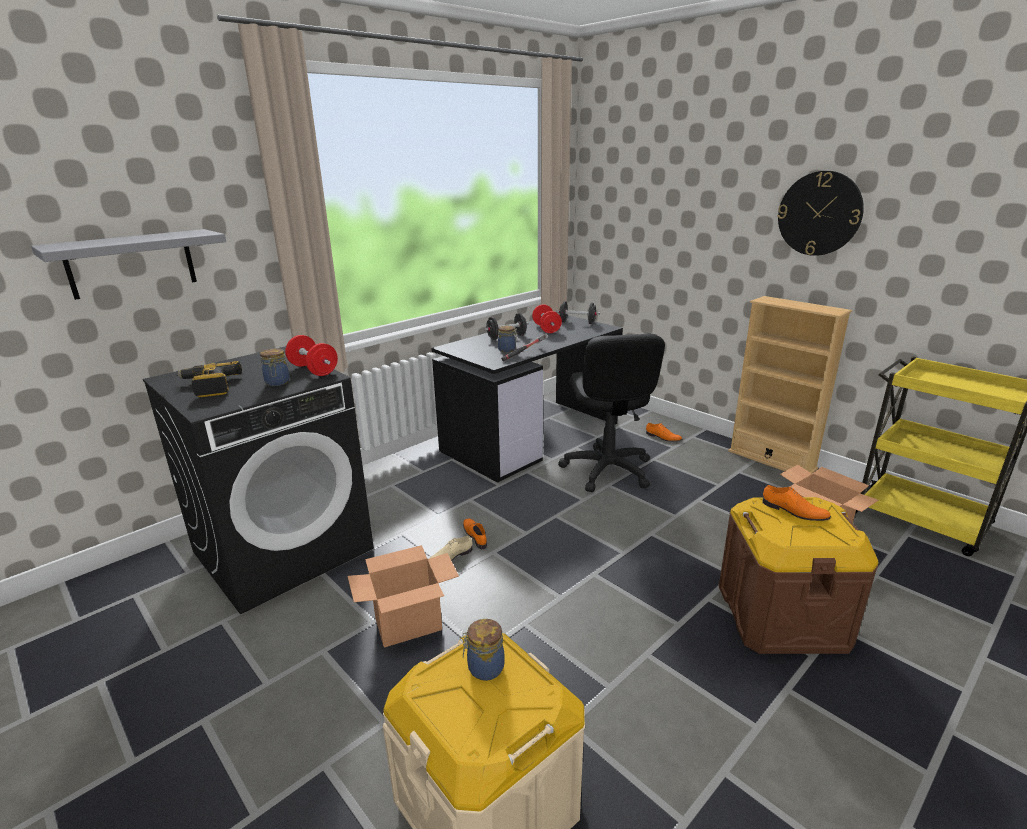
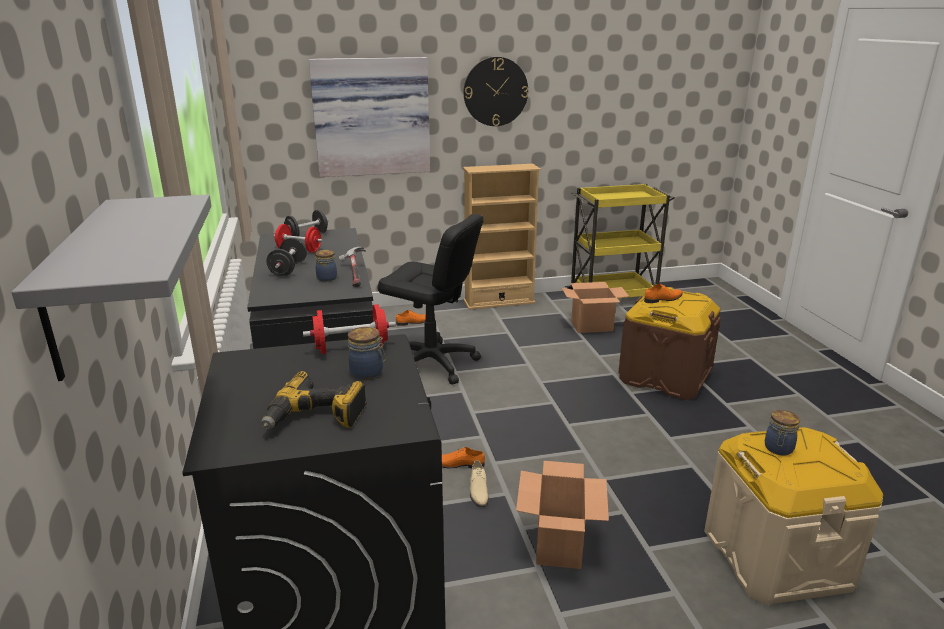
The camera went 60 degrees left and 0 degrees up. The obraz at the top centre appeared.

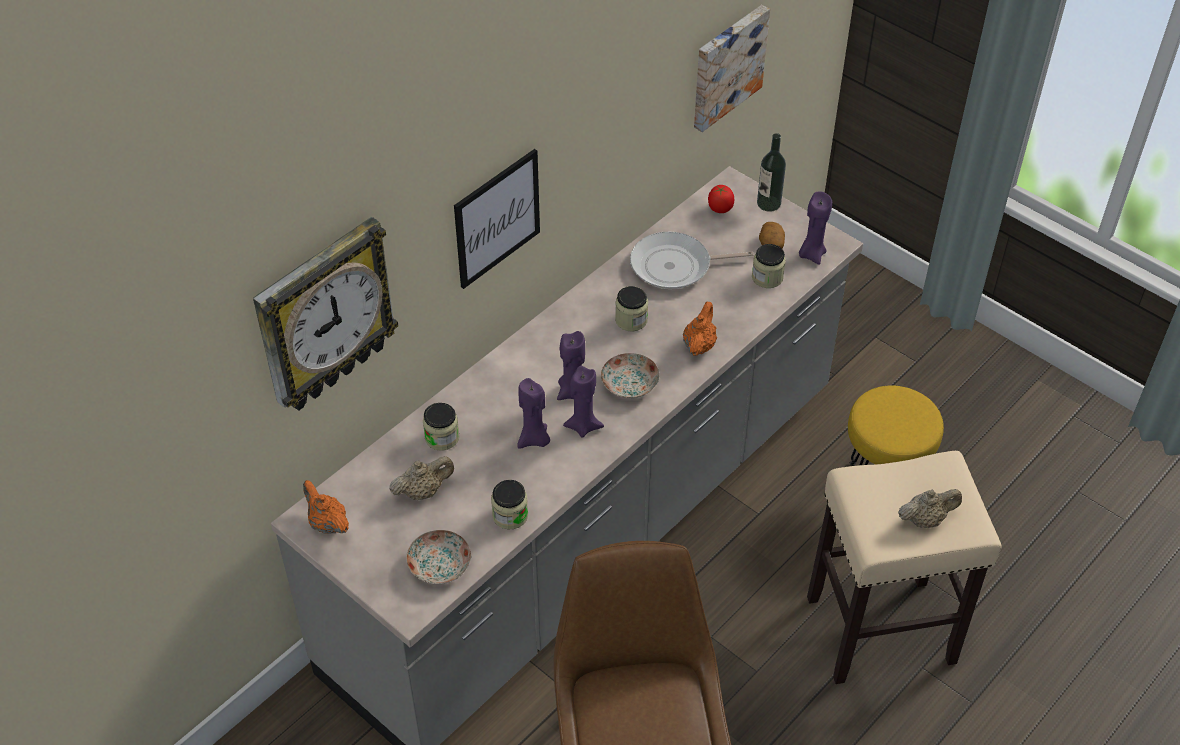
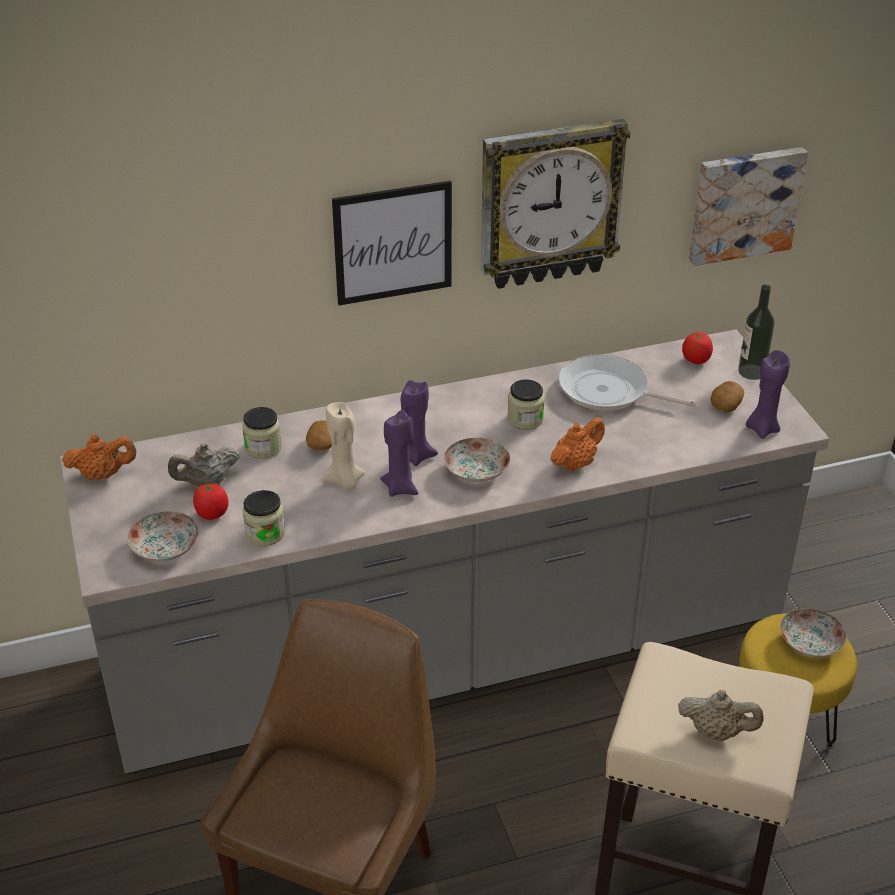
The camera went 30 degrees right and 10 degrees down. The imbryk (pomarańczowy) (1st from left) at the bottom left turned 90 degrees clockwise. The imbryk (beżowy) (1st from left) at the centre turned 150 degrees clockwise. The pomidor (1st from left) at the middle left appeared. The ziemniak (1st from left) at the centre appeared. The świeca (fioletowy) (1st from left) at the centre became the świeca (beżowy) at the centre. The zegar ścienny moved from the middle left to the top centre. The talerz (3rd from left) at the bottom right appeared. The słoik (4th from left) at the centre disappeared.

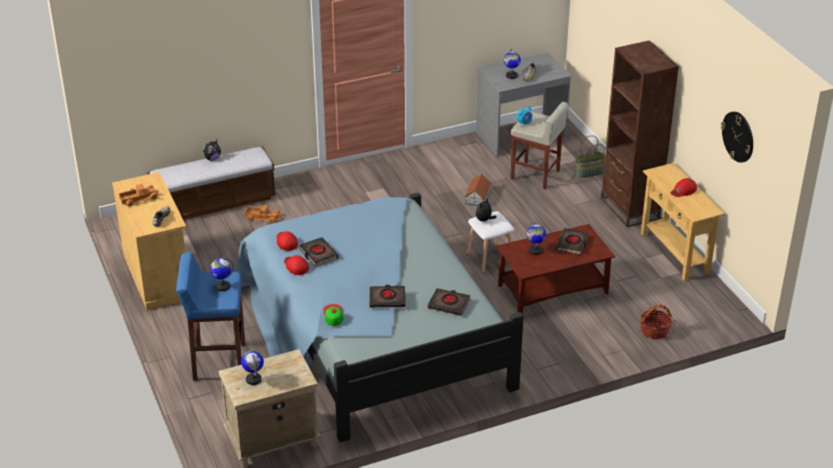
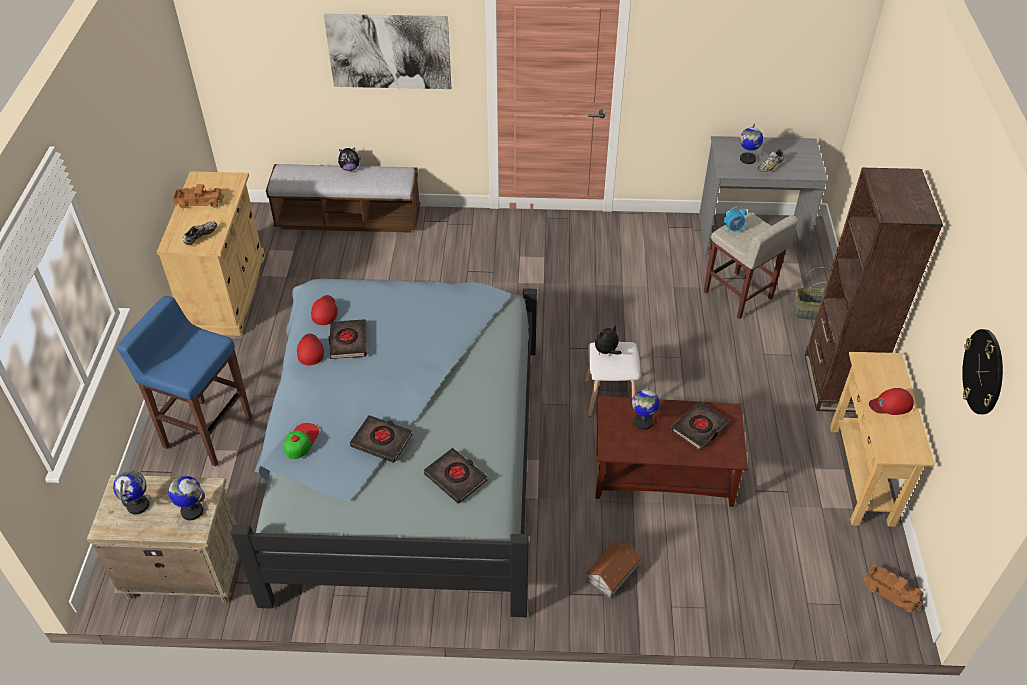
The camera went 25 degrees right and 10 degrees up. The globus (1st from left in the first image) moved from the middle left to the bottom left. The obraz at the top centre appeared. The domek moved from the centre to the bottom centre. The ciężarówka zabawkowa (2nd from left) moved from the middle left to the bottom right. The koszyk (2nd from left) at the bottom right disappeared.

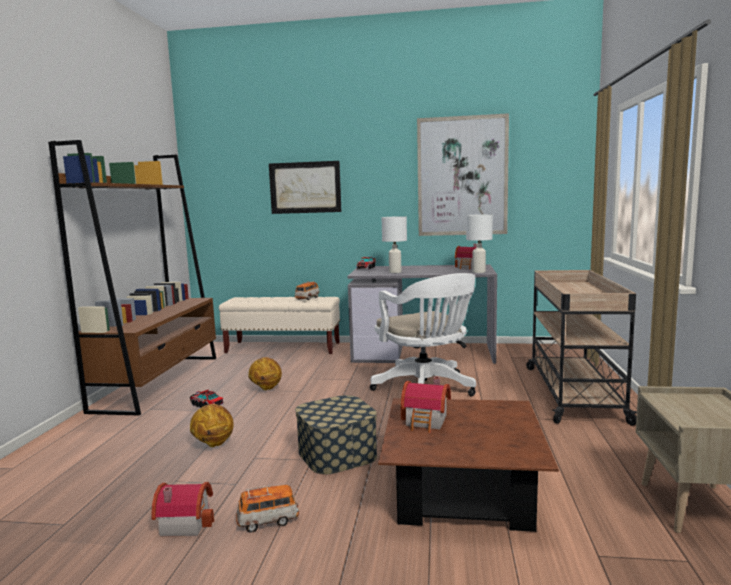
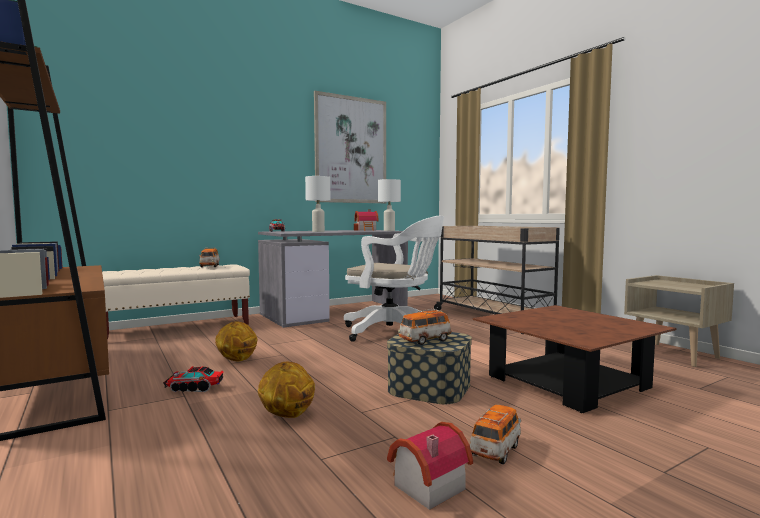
The camera went 40 degrees left and 5 degrees down. The samochodzik (2nd from left) at the centre appeared. The obraz (1st from left) at the top centre disappeared. The domek (2nd from left) at the bottom centre disappeared.

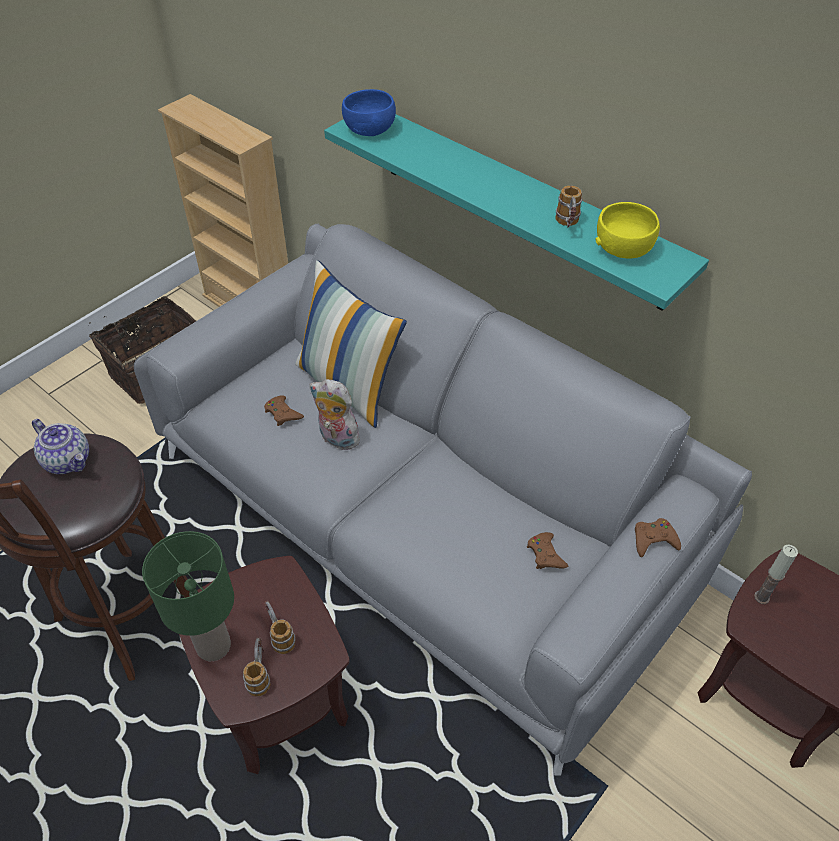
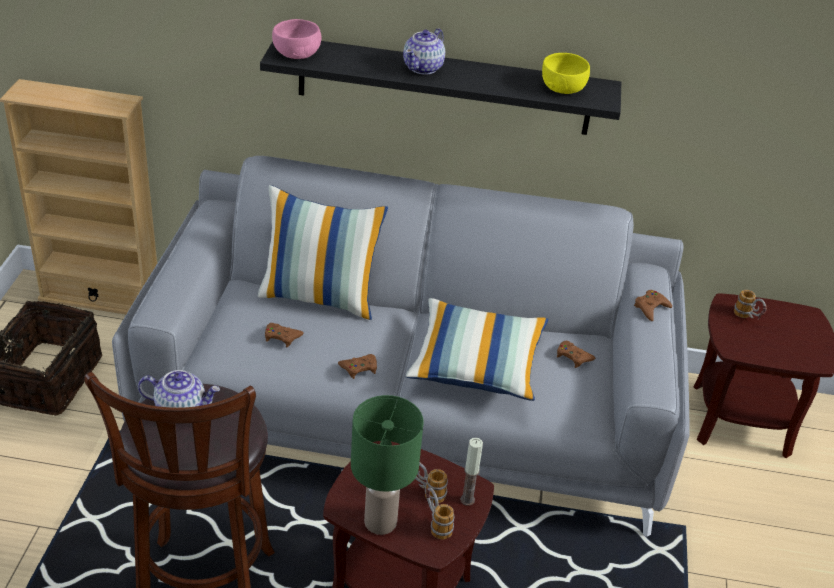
The camera went 35 degrees left and 10 degrees down. The półka (turkusowy) at the top centre became the półka (czarny) at the top centre. The miska (niebieski) at the top centre became the miska (różowy) at the top centre. The pad do gier (brązowy) (2nd from left) at the centre appeared. The imbryk (2nd from left) at the top centre appeared. The poduszka (2nd from left) at the centre appeared. The świeca moved from the bottom right to the bottom centre. The kubek (3rd from left) moved from the top right to the middle right. The pluszak at the centre disappeared.

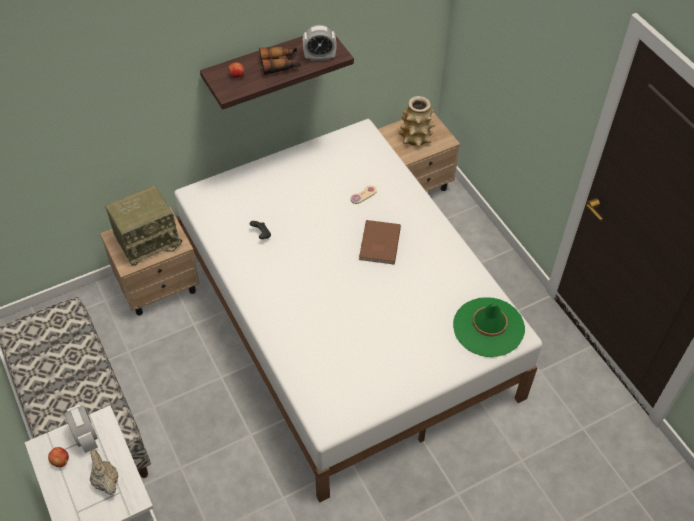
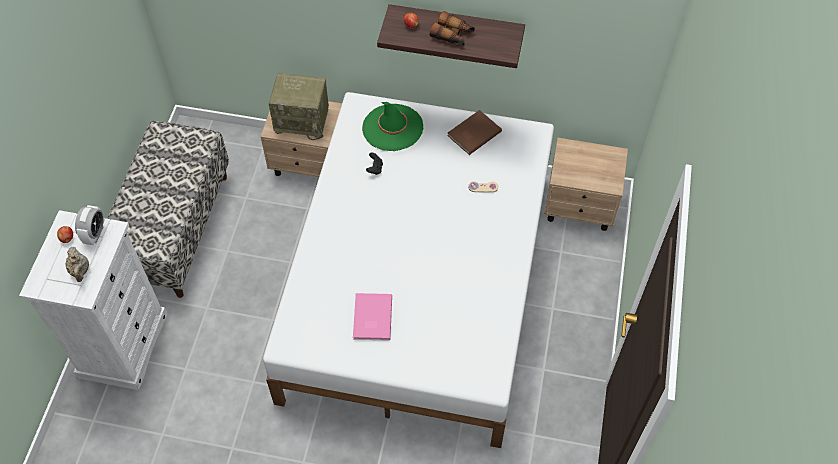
The camera went 40 degrees right and 5 degrees up. The imbryk (beżowy) at the bottom left turned 150 degrees clockwise. The książka (różowy) at the bottom centre appeared. The kapelusz (zielony) moved from the middle right to the top centre. The książka (brązowy) moved from the centre to the top centre. The budzik (2nd from left) at the top centre disappeared. The wazon at the top centre disappeared.

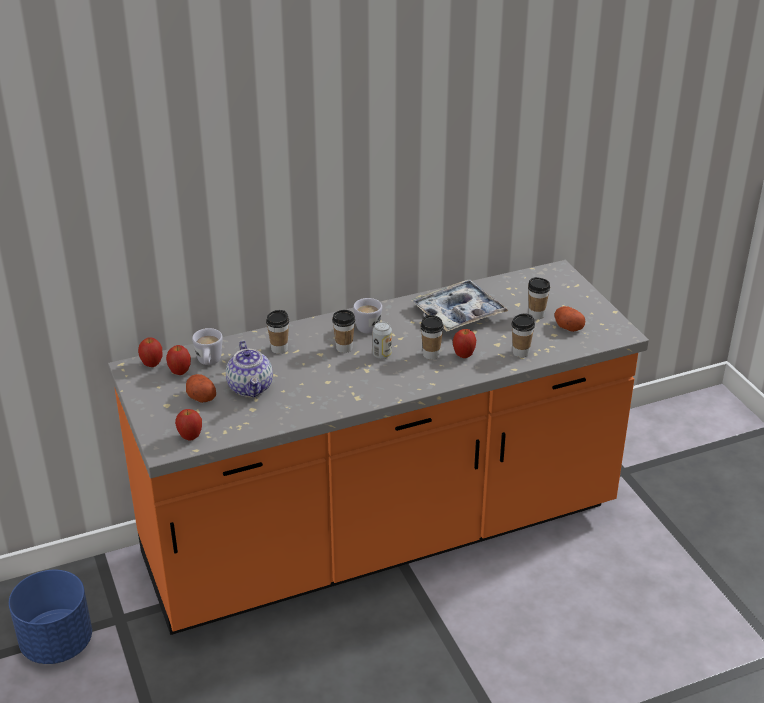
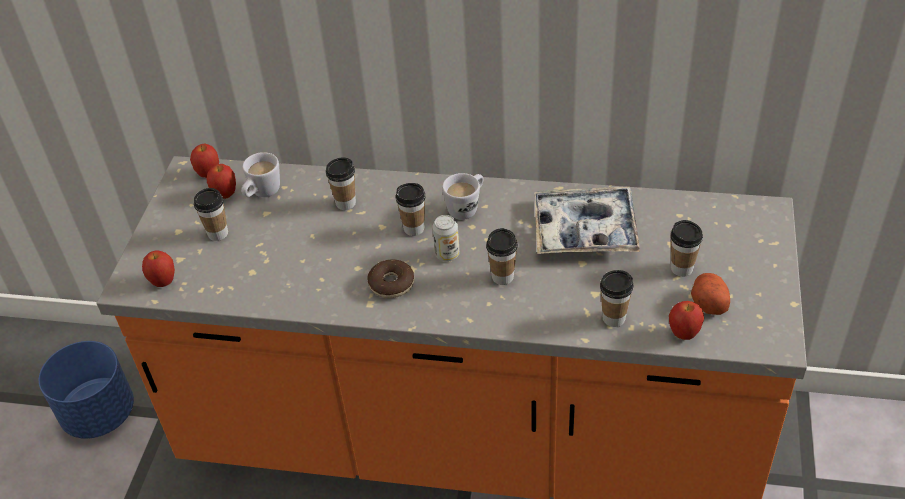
The camera went 35 degrees right and 10 degrees up. The ziemniak (1st from left) at the middle left was replaced by the filiżanka (1st from left) at the middle left. The donut at the centre appeared. The jabłko (4th from left) moved from the centre to the middle right. The imbryk at the middle left disappeared.

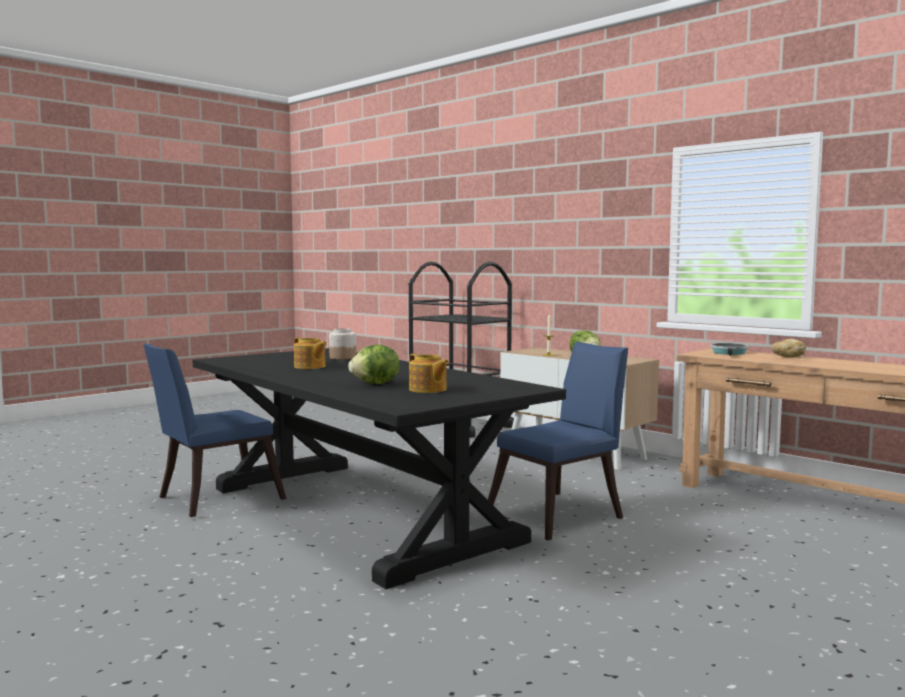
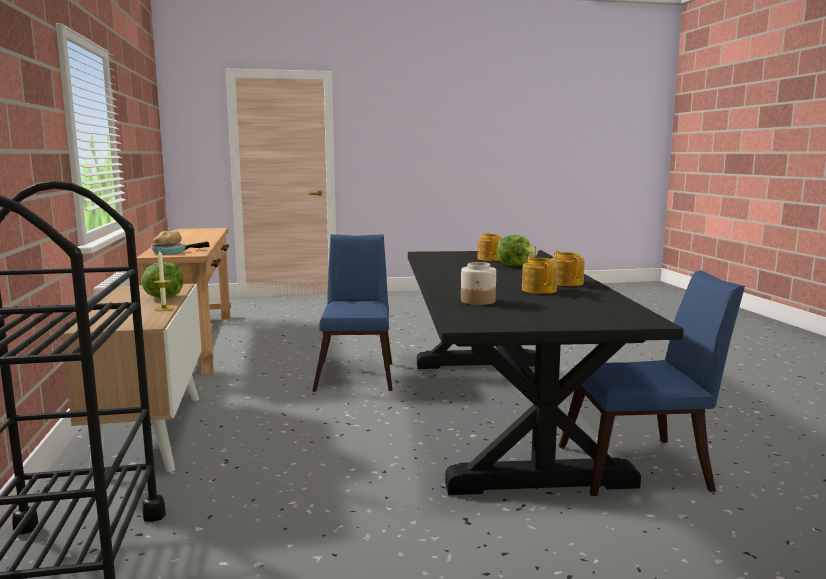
The camera went 145 degrees left and 5 degrees up. The krzesło (niebieski) (2nd from left in the first image) at the centre turned 90 degrees clockwise. The imbryk (3rd from left) at the middle right appeared.

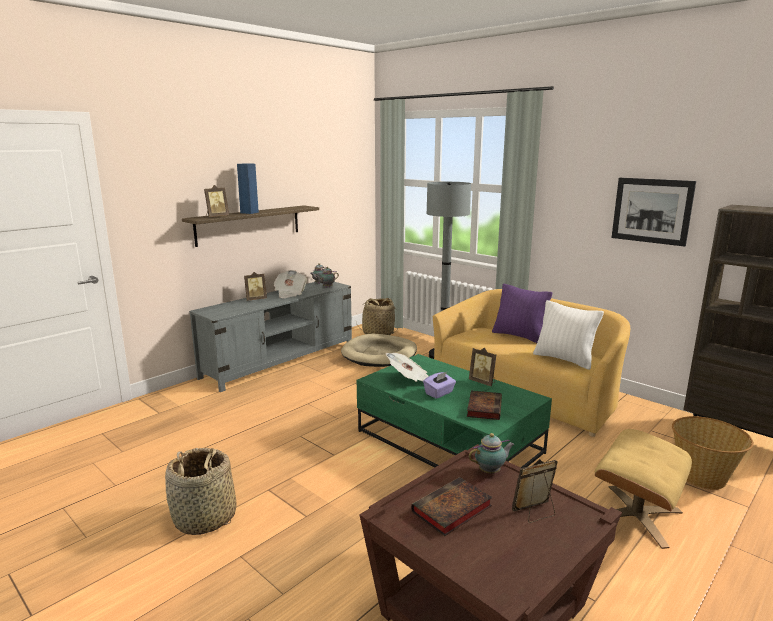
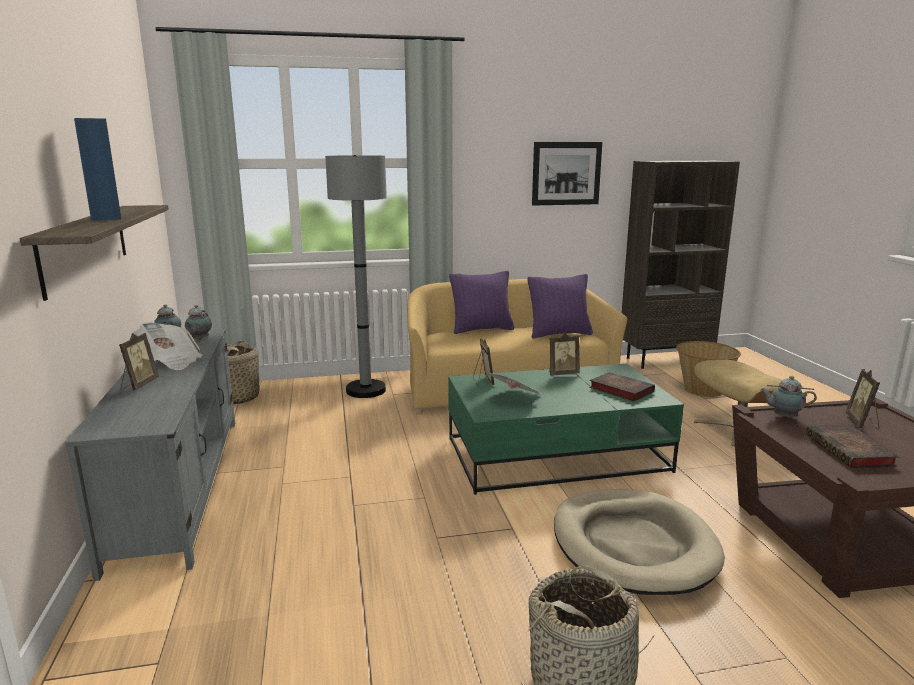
The camera went 55 degrees left and 0 degrees up. The ramka na zdjęcie (1st from left in the first image) moved from the top left to the centre. The poduszka (biały) at the middle right became the poduszka (fioletowy) (2nd from left) at the centre. The legowisko (beżowy) moved from the centre to the bottom right. The imbryk (3rd from left) at the bottom centre turned 90 degrees counterclockwise. The pudełko chusteczek (fioletowy) at the centre disappeared.

